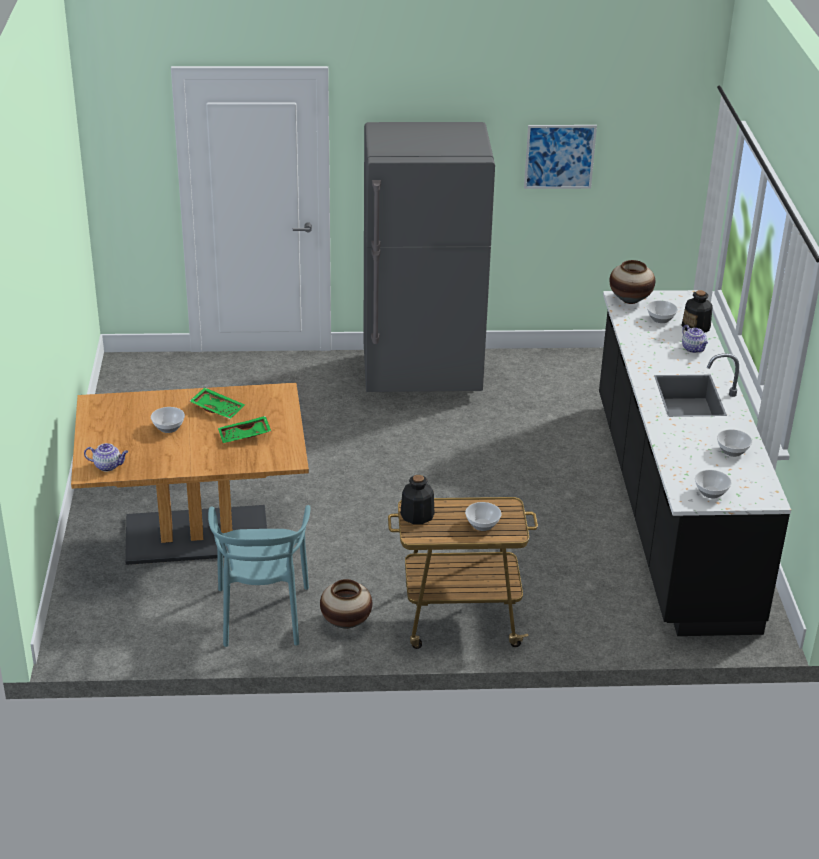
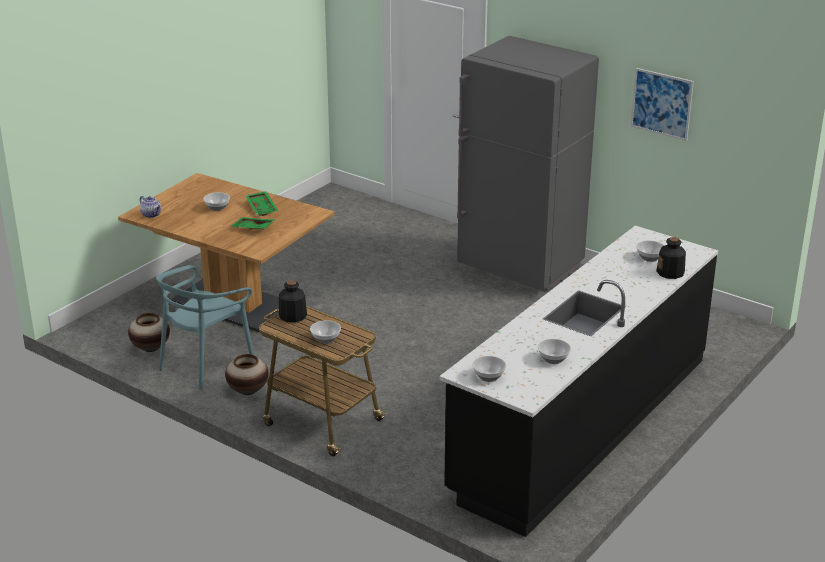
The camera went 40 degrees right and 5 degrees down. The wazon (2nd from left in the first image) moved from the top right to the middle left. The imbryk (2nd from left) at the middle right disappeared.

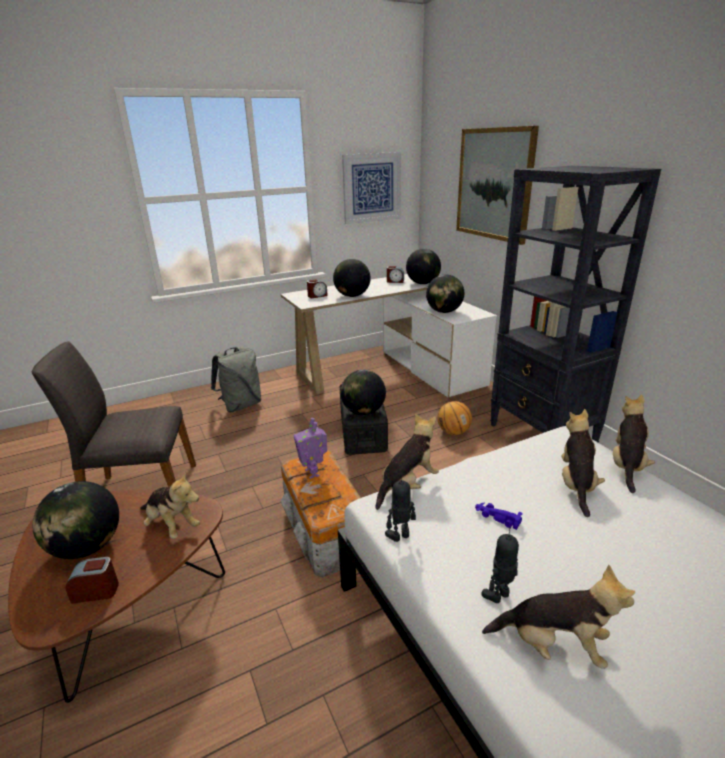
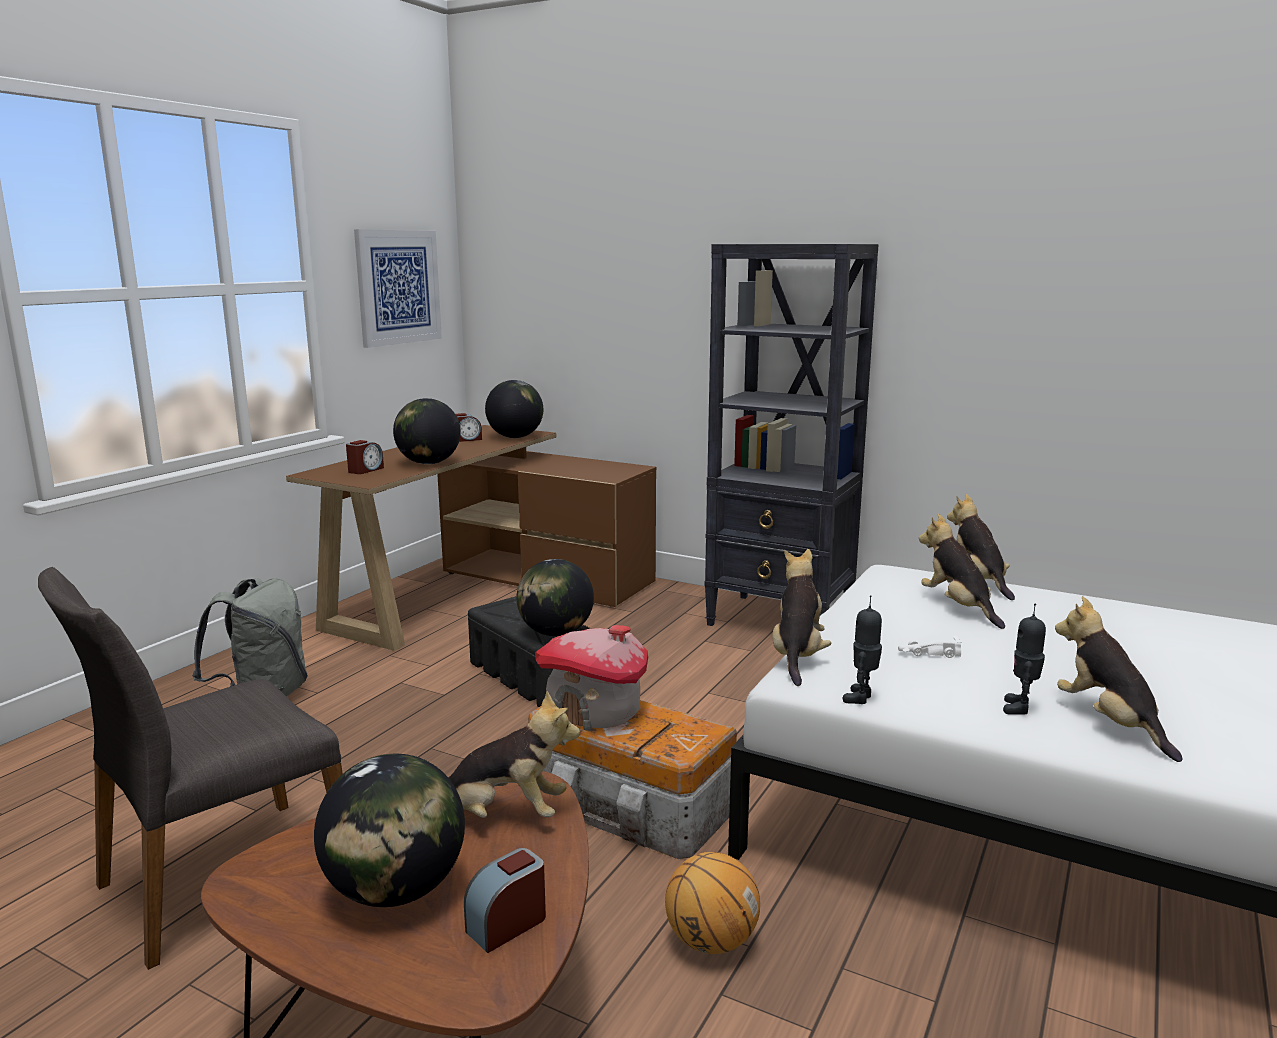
The camera went 35 degrees left and 10 degrees down. The biurko (biały) at the centre became the biurko (brązowy) at the centre. The robot zabawkowy (1st from left) at the centre was replaced by the domek at the centre. The piłka do koszykówki moved from the centre to the bottom centre. The samochodzik (fioletowy) at the bottom right became the samochodzik (biały) at the middle right. The pluszak (3rd from left in the first image) at the bottom right turned 90 degrees counterclockwise. The globus (5th from left) at the centre disappeared. The obraz (2nd from left) at the top right disappeared.

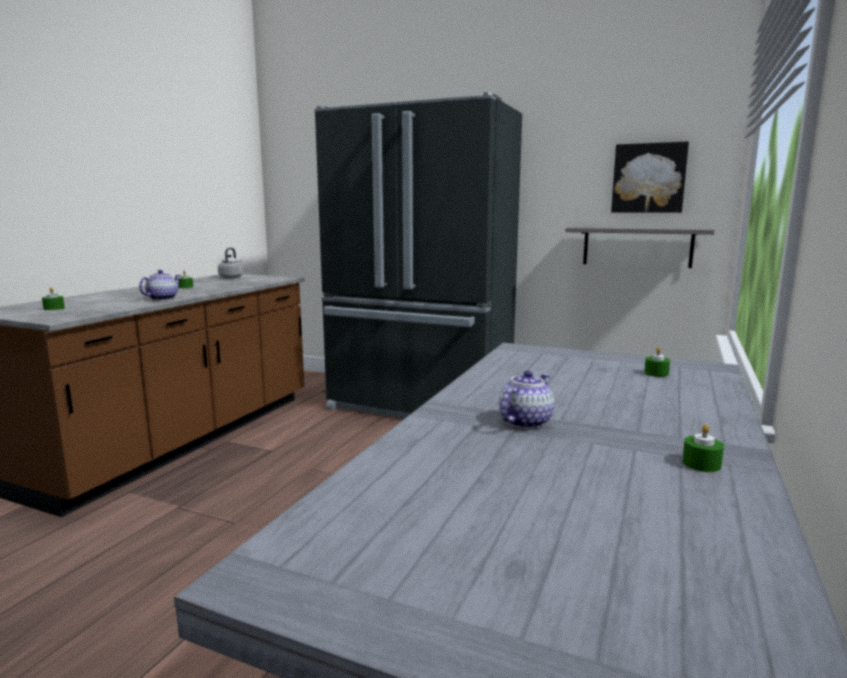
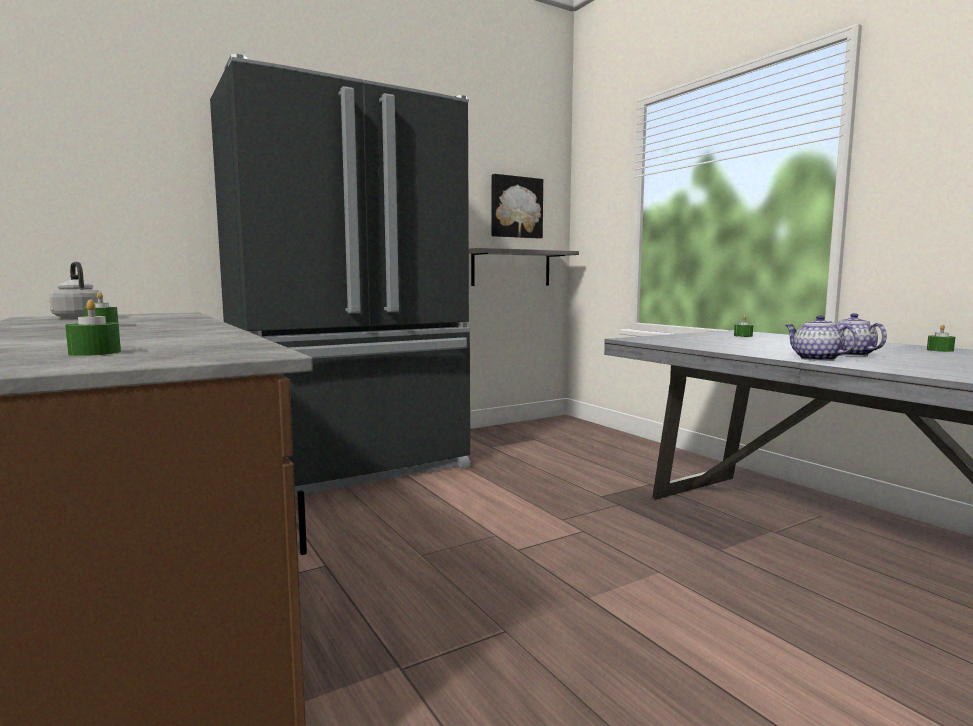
The camera went 55 degrees left and 5 degrees down. The imbryk (1st from left) moved from the middle left to the middle right.

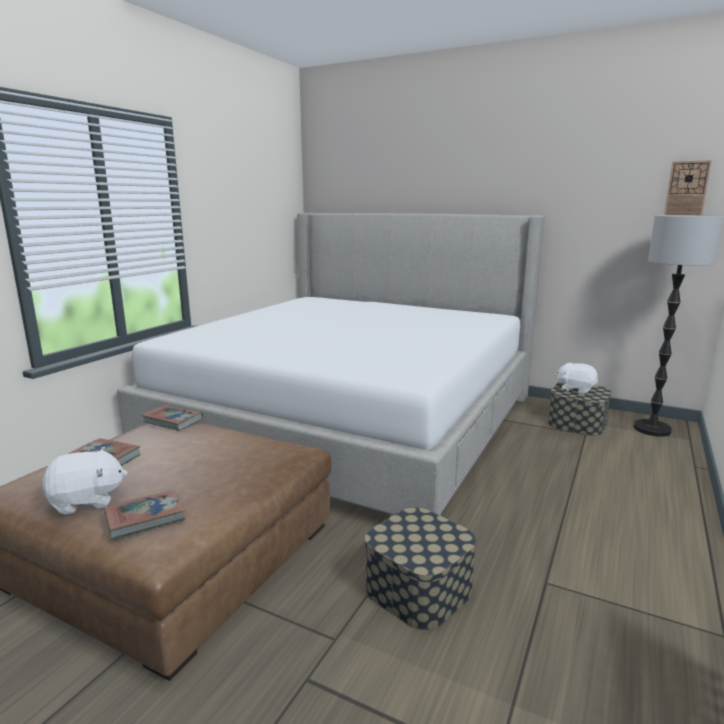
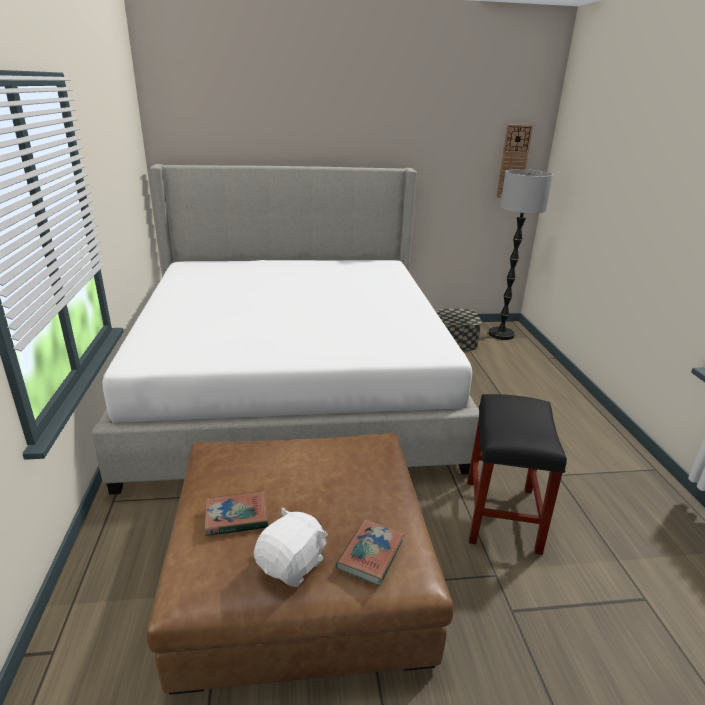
The camera went 35 degrees left and 10 degrees up. The pojemnik do przechowywania (1st from left) at the bottom centre was replaced by the stołek (czarny) at the bottom right. The książka (3rd from left) at the middle left disappeared. The pluszak (biały) (2nd from left) at the middle right disappeared.

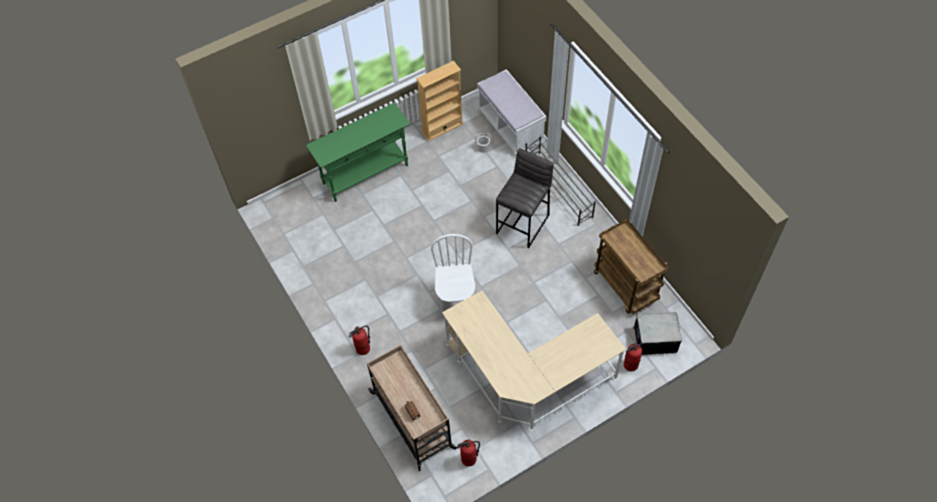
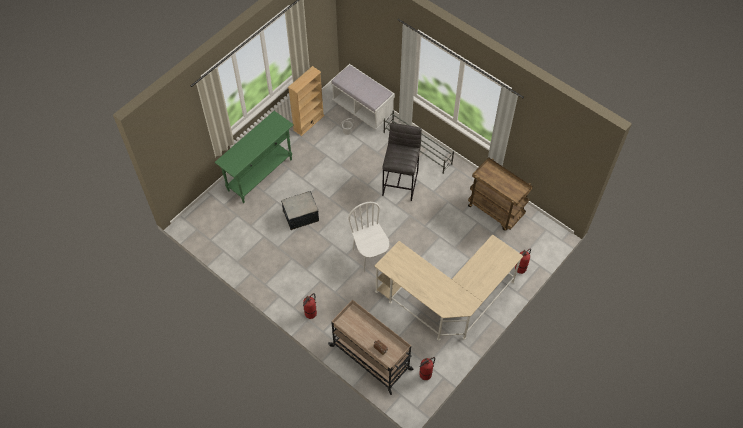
The camera went 20 degrees left and 0 degrees up. The pojemnik do przechowywania moved from the middle right to the centre.

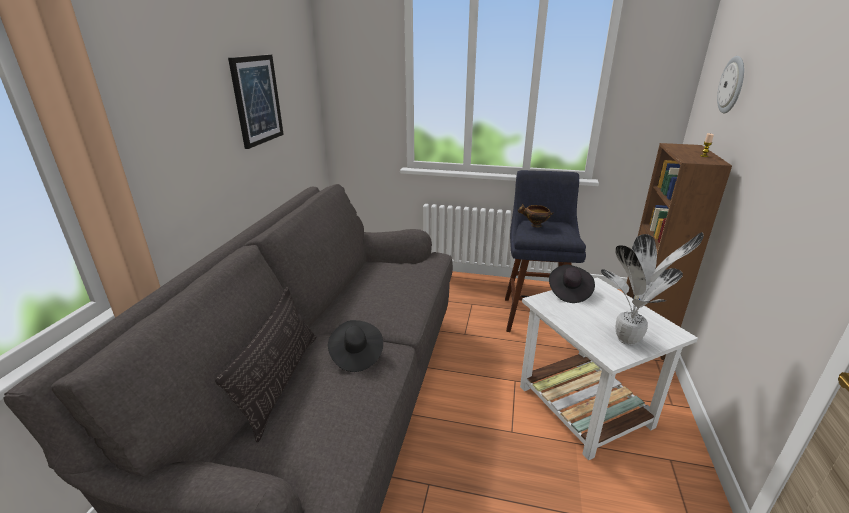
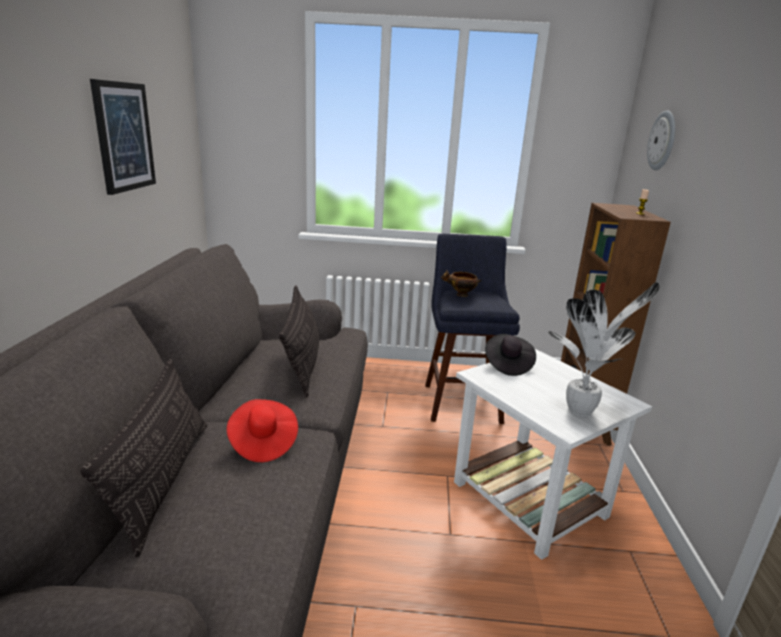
The camera went 10 degrees left and 5 degrees down. The kapelusz (czarny) (1st from left) at the bottom centre became the kapelusz (czerwony) at the bottom centre. The poduszka (2nd from left) at the centre appeared.

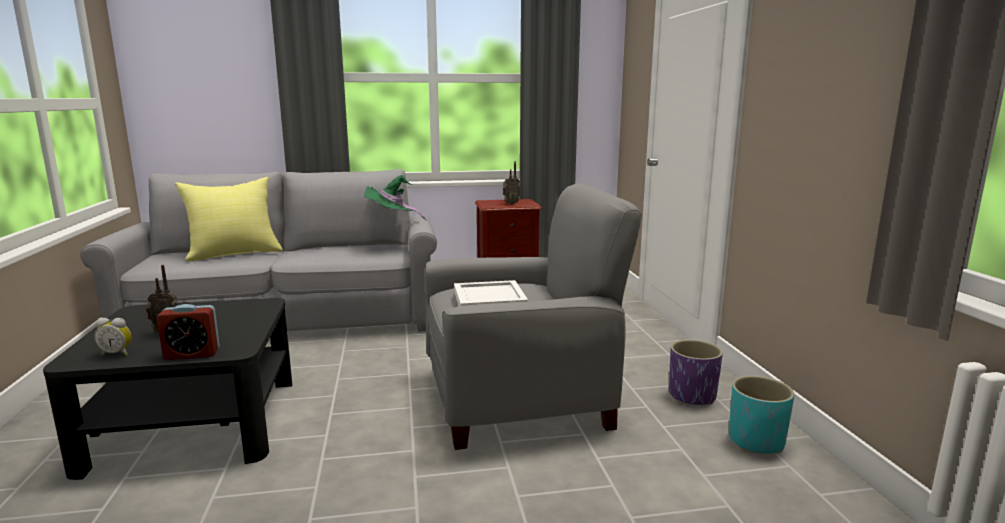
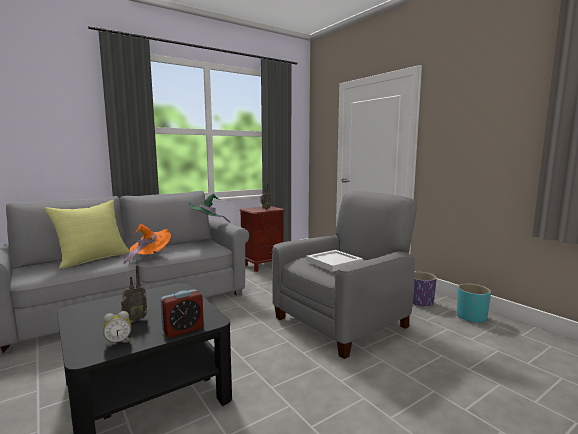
The camera went 25 degrees left and 5 degrees down. The kapelusz (pomarańczowy) at the middle left appeared.

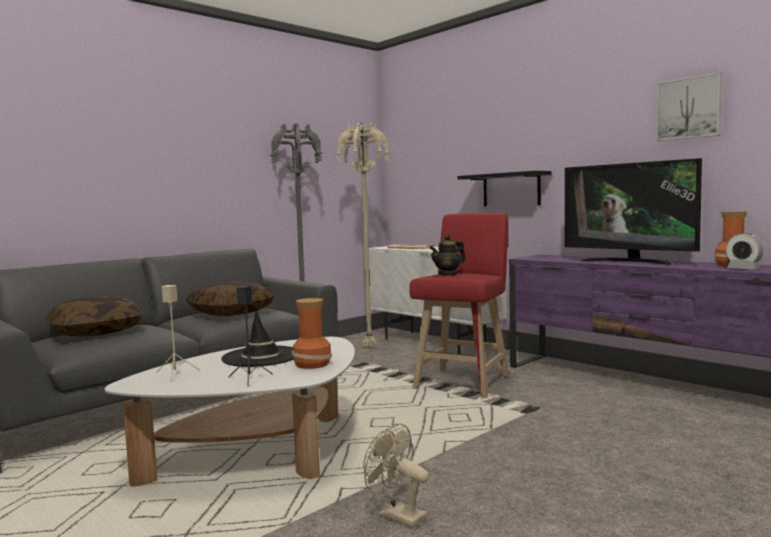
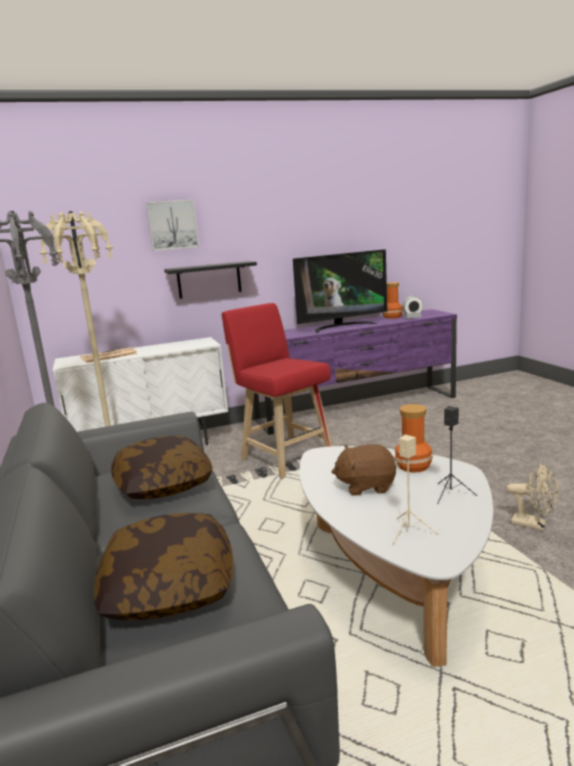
The camera went 65 degrees left and 10 degrees up. The obraz moved from the top right to the top left. The kapelusz (czarny) at the centre was replaced by the pluszak (brązowy) at the centre. The wentylator (beżowy) at the bottom centre turned 120 degrees counterclockwise. The imbryk at the centre disappeared.

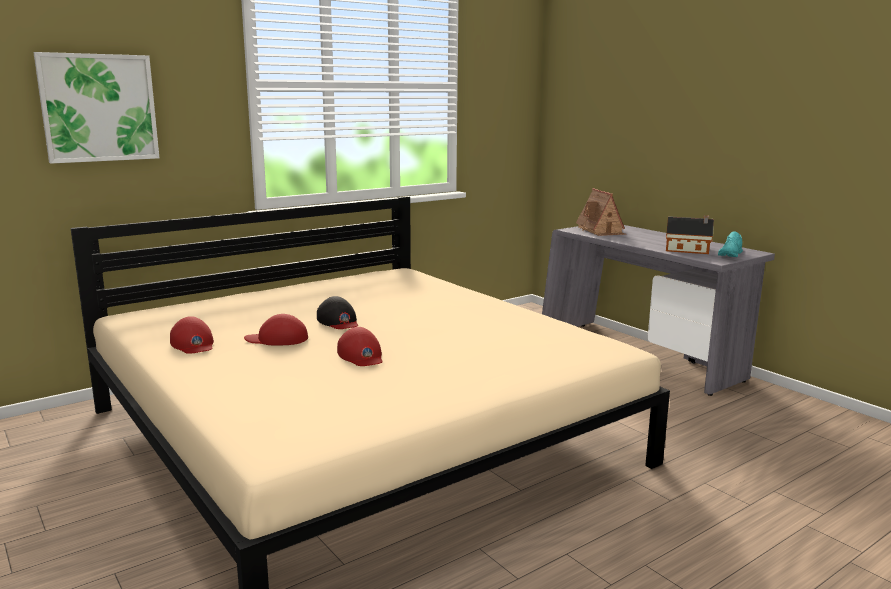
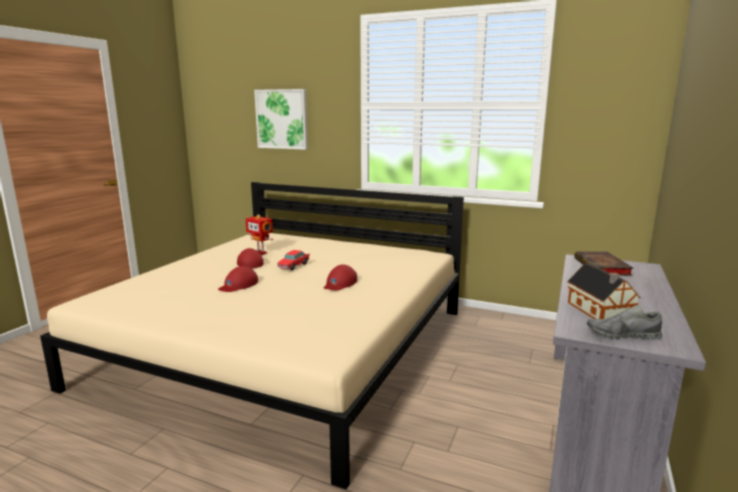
The camera went 60 degrees right and 0 degrees up. The robot zabawkowy at the centre appeared. The czapka z daszkiem (czarny) at the centre was replaced by the samochodzik at the centre. The czapka z daszkiem (czerwony) (1st from left in the first image) moved from the middle left to the centre. The domek (1st from left) at the middle right was replaced by the książka at the middle right. The but (turkusowy) at the middle right became the but (szary) at the middle right.

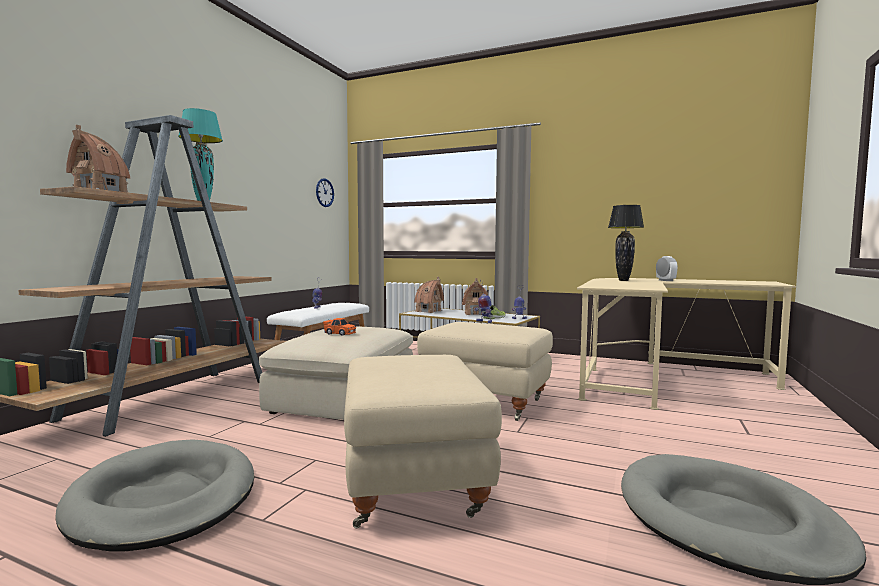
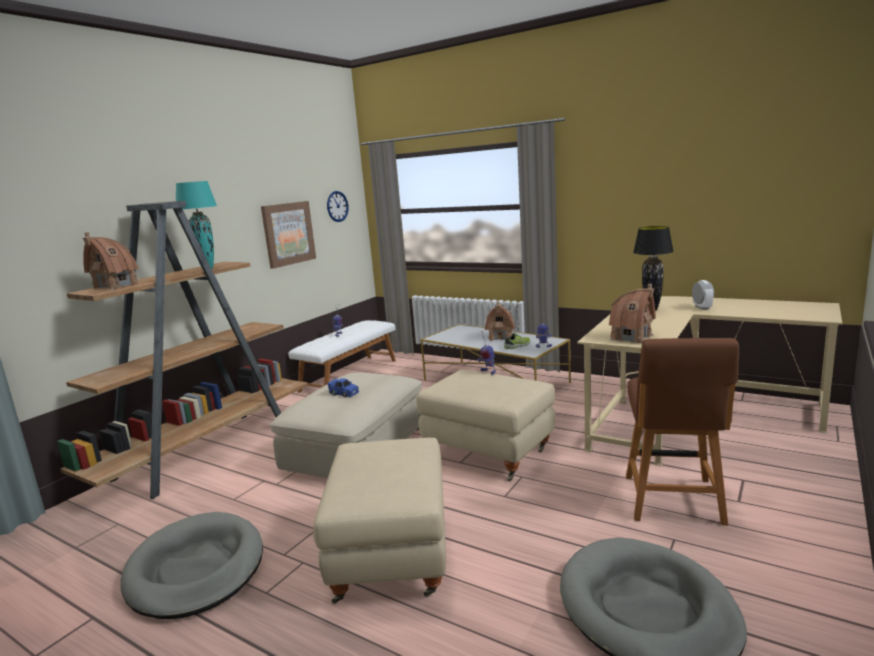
The camera went 10 degrees right and 10 degrees up. The obraz at the middle left appeared. The samochodzik (pomarańczowy) at the centre became the samochodzik (niebieski) at the centre. The domek (2nd from left in the first image) moved from the centre to the middle right. The krzesło (brązowy) at the middle right appeared.

